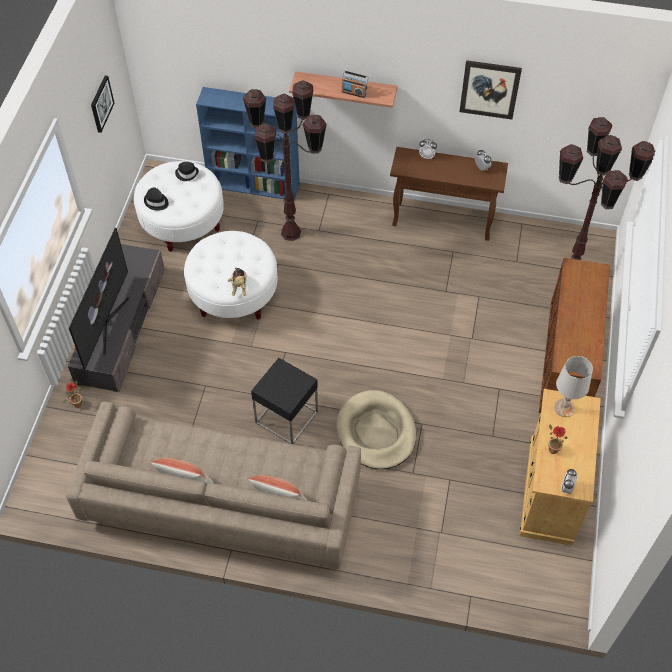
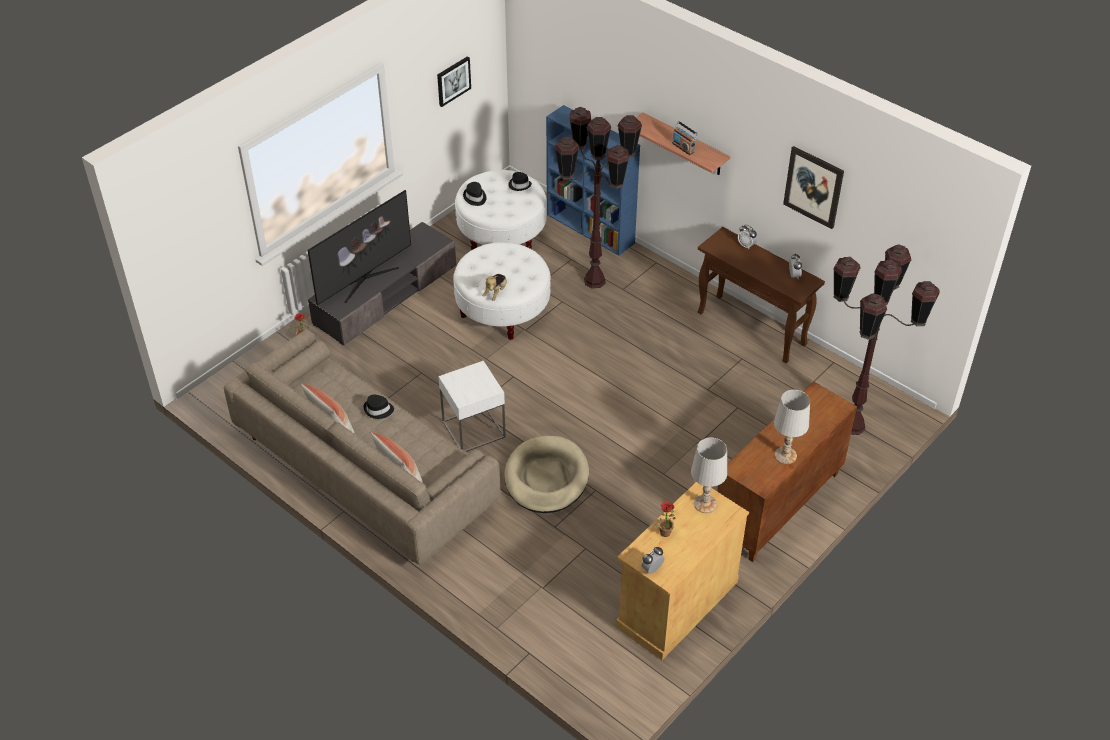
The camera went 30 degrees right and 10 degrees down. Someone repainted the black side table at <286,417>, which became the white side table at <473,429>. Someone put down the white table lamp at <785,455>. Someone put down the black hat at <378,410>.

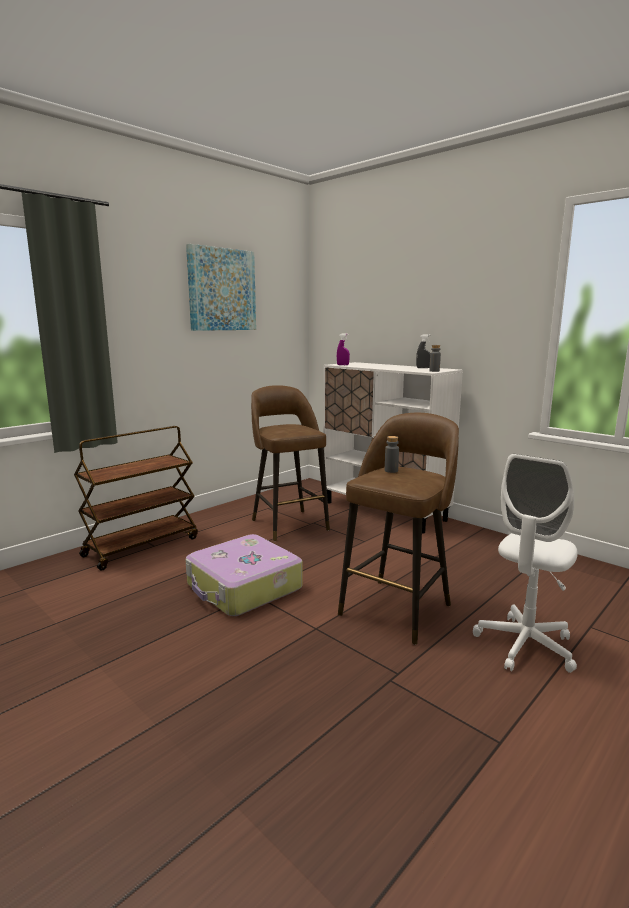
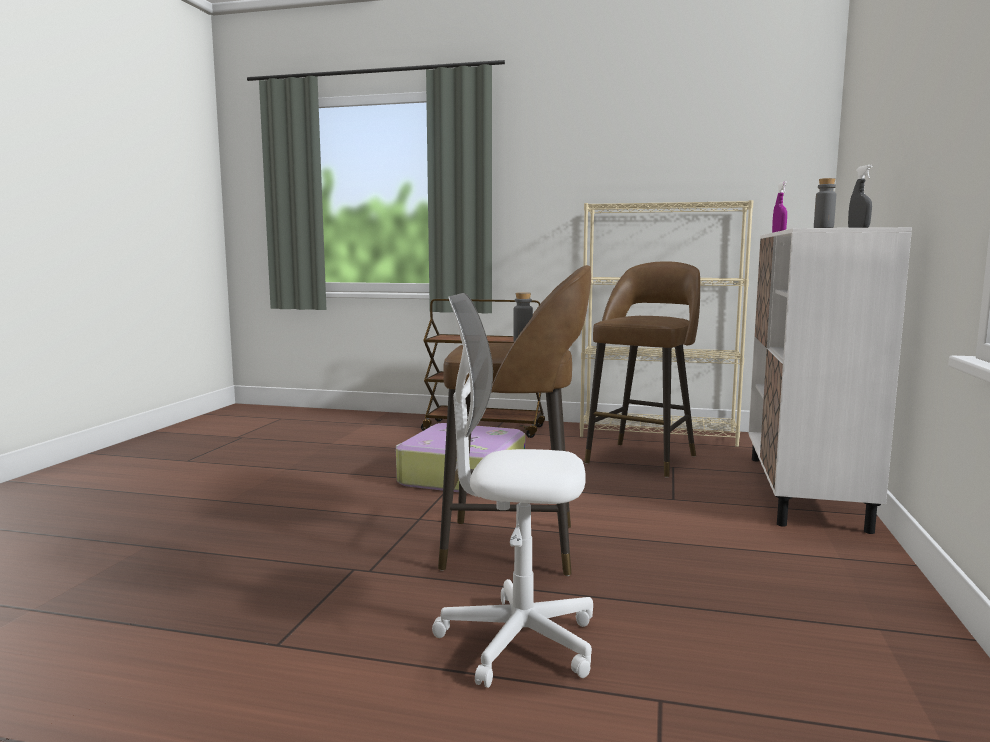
The camera went 60 degrees right and 5 degrees down. Someone took away the picture at <222,290>. Someone put down the beige bookcase at <658,434>.

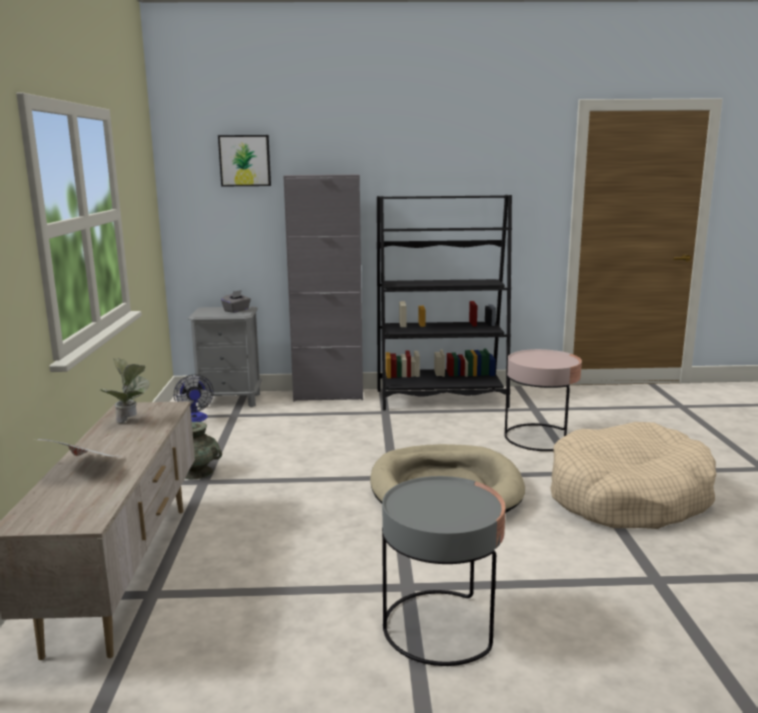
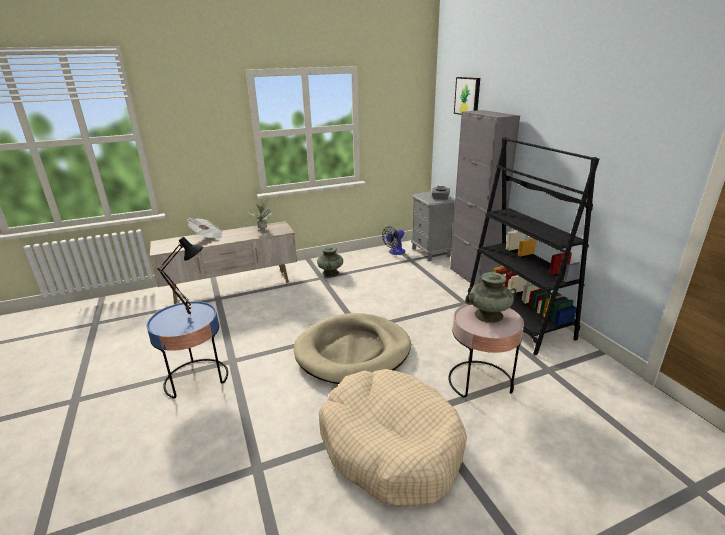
The camera went 70 degrees right and 10 degrees up. Someone repainted the grey side table at <440,626>, which became the blue side table at <196,378>. Someone put down the black table lamp at <191,314>. Someone put down the turquoise vase at <488,315>.

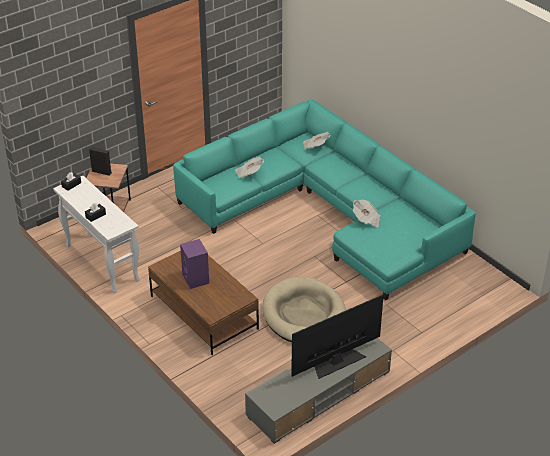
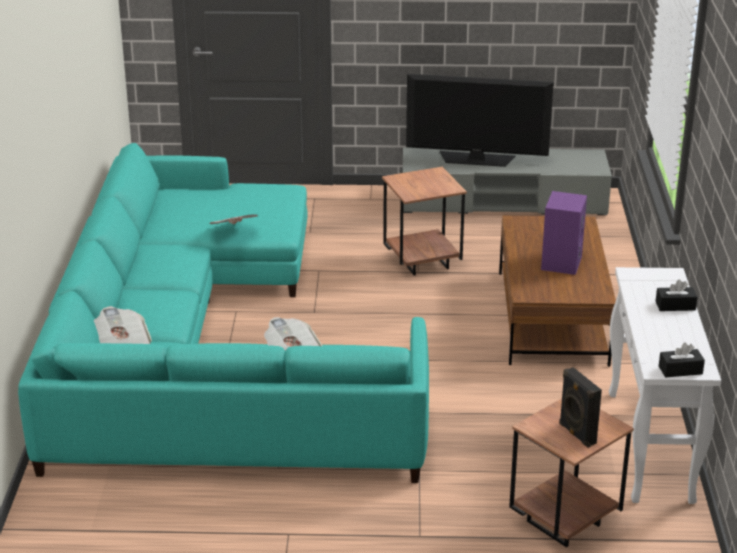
The camera went 140 degrees left and 10 degrees down. Someone swapped the beige dog bed at <304,315> for the brown side table at <422,262>.

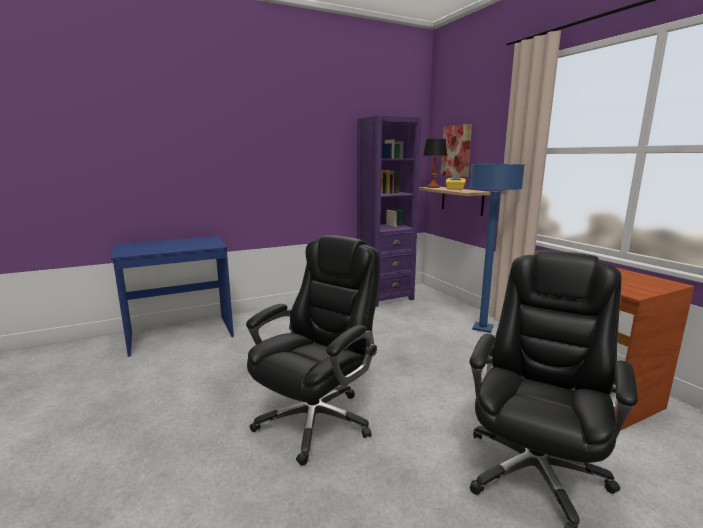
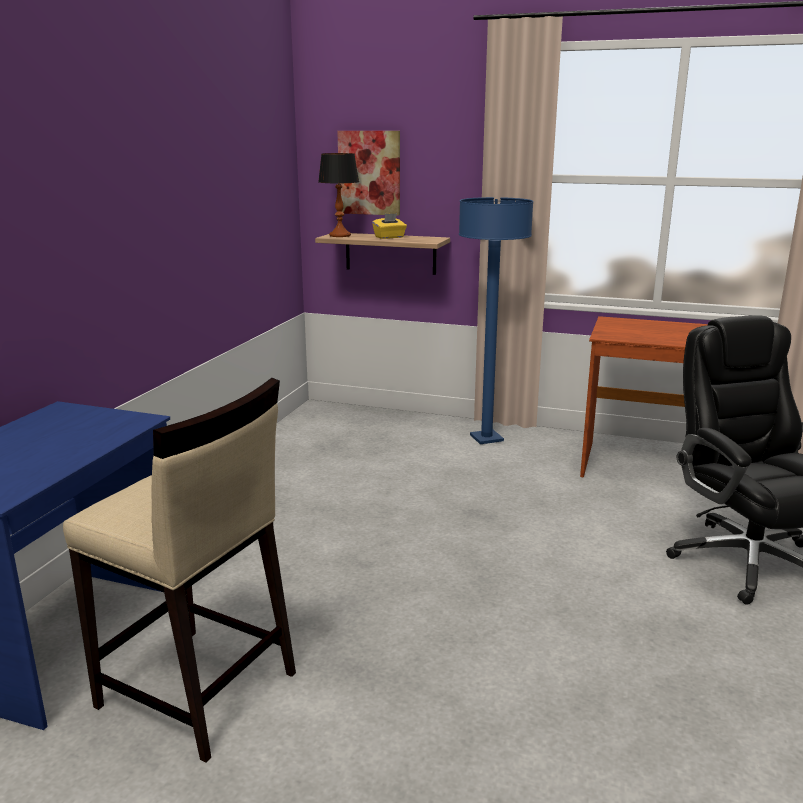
The camera went 45 degrees left and 5 degrees up. Someone took away the purple bookcase at <384,297>. Someone took away the black office chair at <316,419>. Someone put down the beige stool at <198,691>.

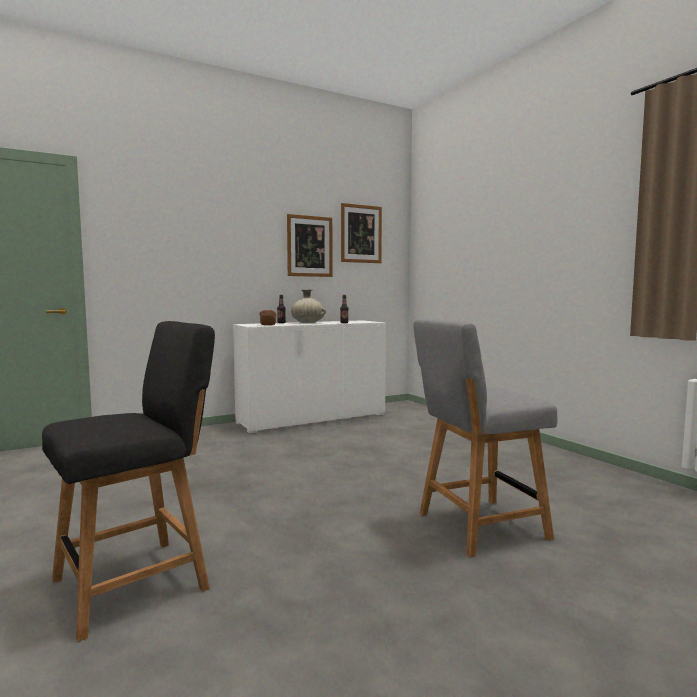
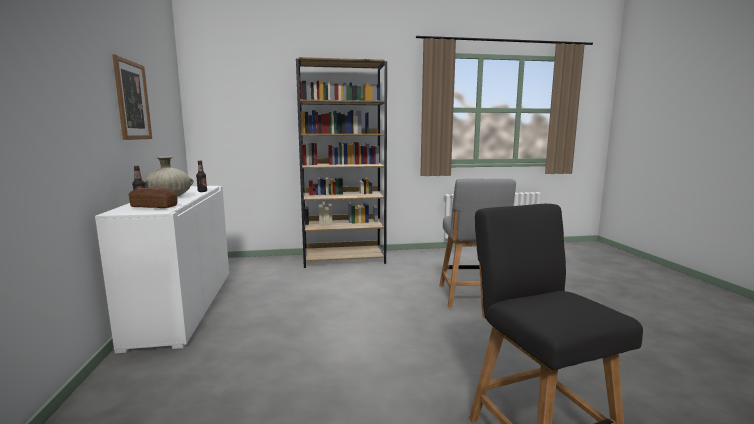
The camera went 70 degrees left and 5 degrees up. Someone took away the picture at <361,234>. Someone put down the brown bookcase at <344,259>.

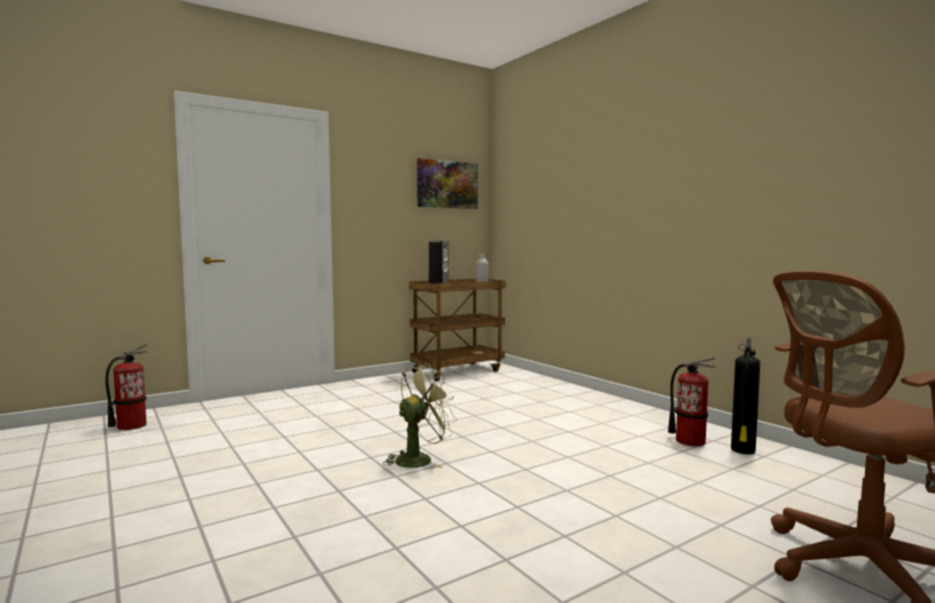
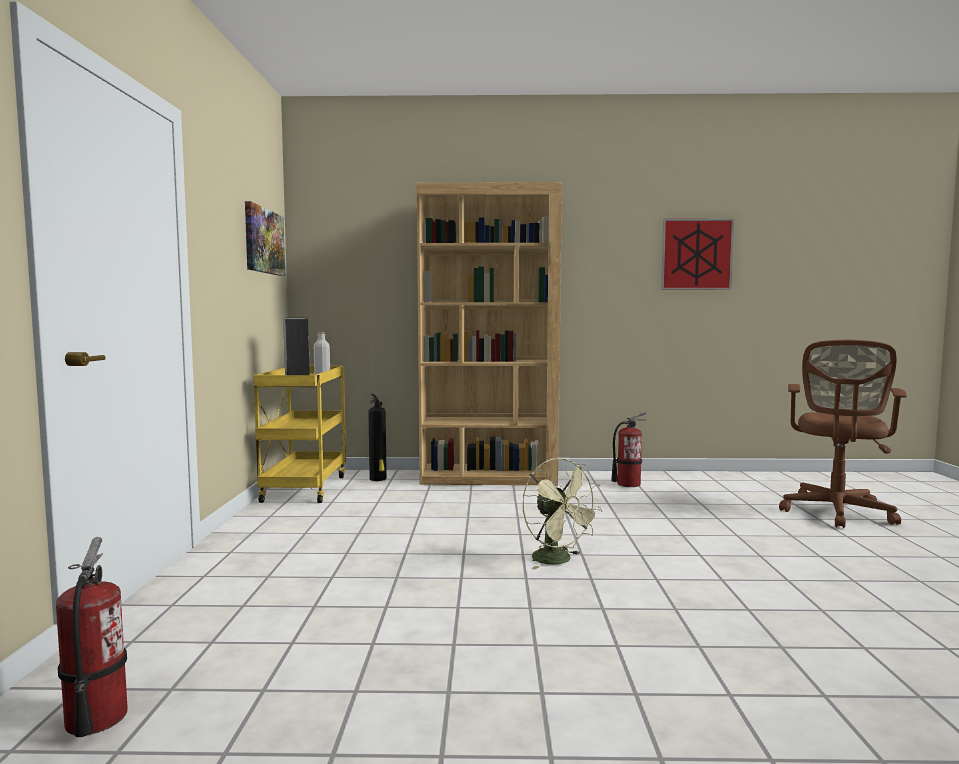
The camera went 55 degrees left and 0 degrees up. Someone repainted the brown cart at <457,371>, which became the yellow cart at <304,488>. Someone carried the fire extinguisher from <742,451> to <378,479>. Someone rotated the green fan at <420,459> by 150 degrees clockwise. Someone put down the brown bookcase at <489,478>. Someone put up the picture at <696,254>.

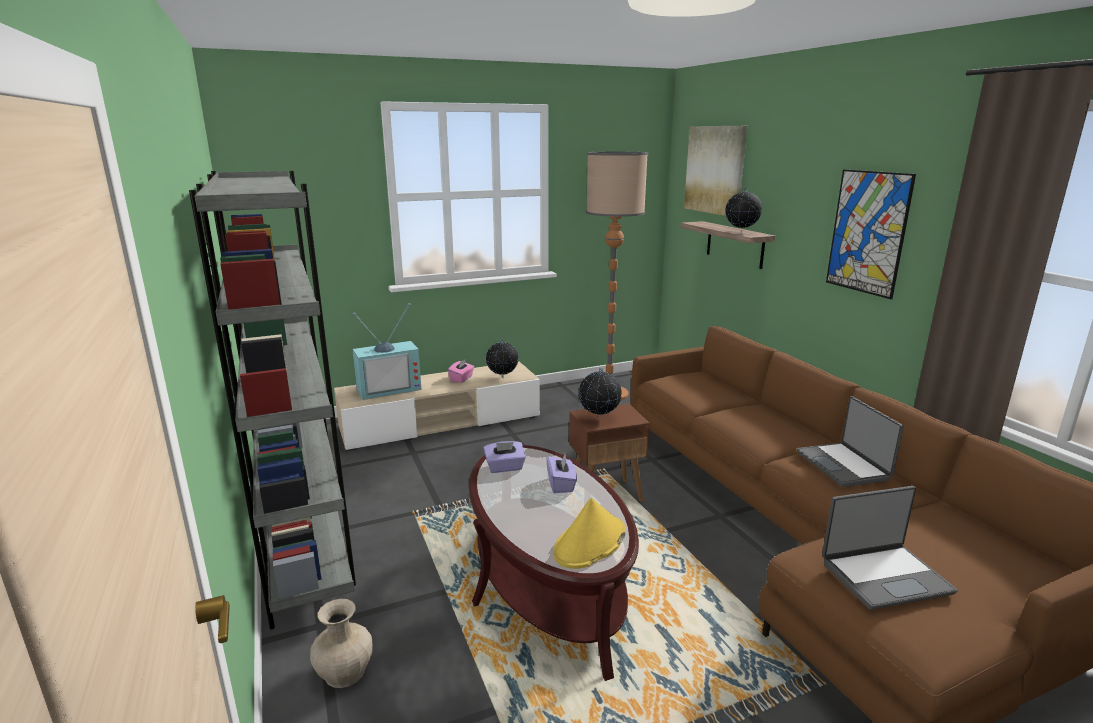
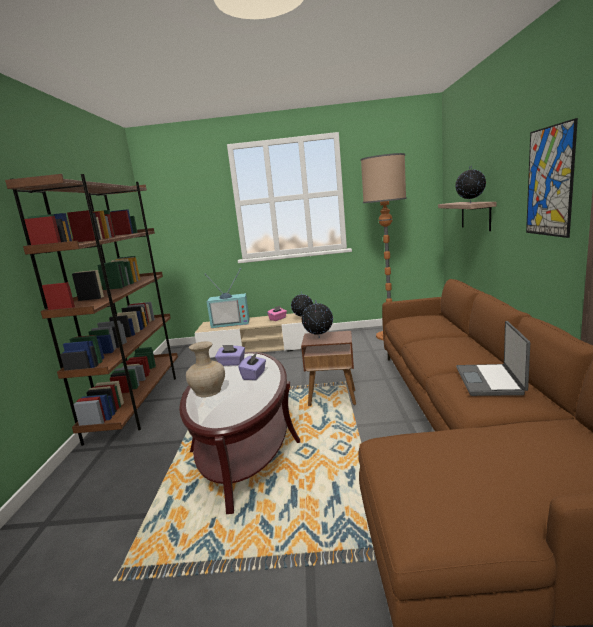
The camera went 25 degrees right and 5 degrees down. Someone took away the picture at <715,170>. Someone repainted the grey bookcase at <305,539>, which became the brown bookcase at <138,403>. Someone took away the laptop at <884,576>. Someone took away the yellow hat at <590,543>. Someone carried the beige vase from <345,671> to <208,391>.

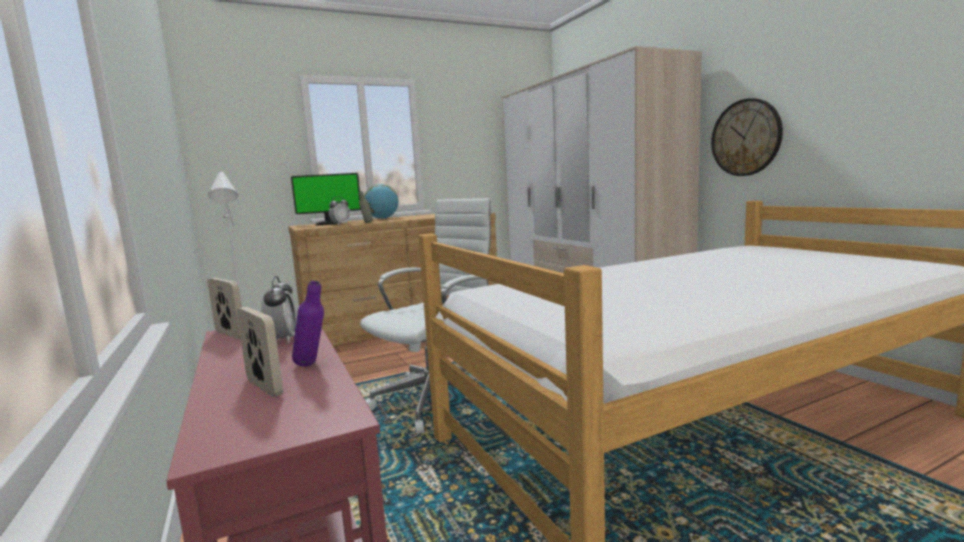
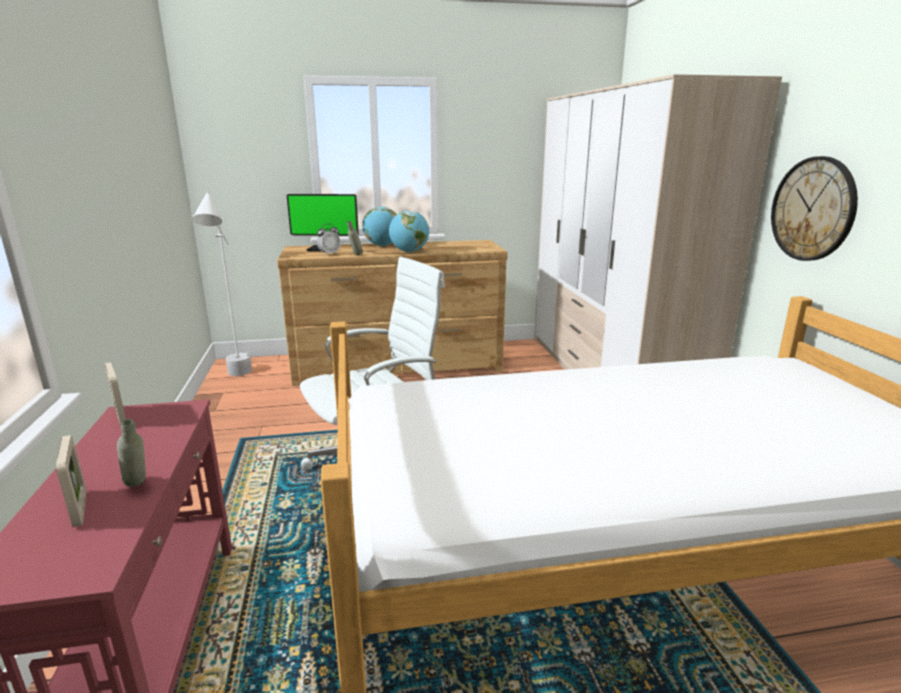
The camera went 15 degrees right and 10 degrees up. Someone took away the alarm clock at <283,340>. Someone repainted the purple bottle at <312,365>, which became the grey bottle at <138,487>. Someone put down the globe at <409,252>.

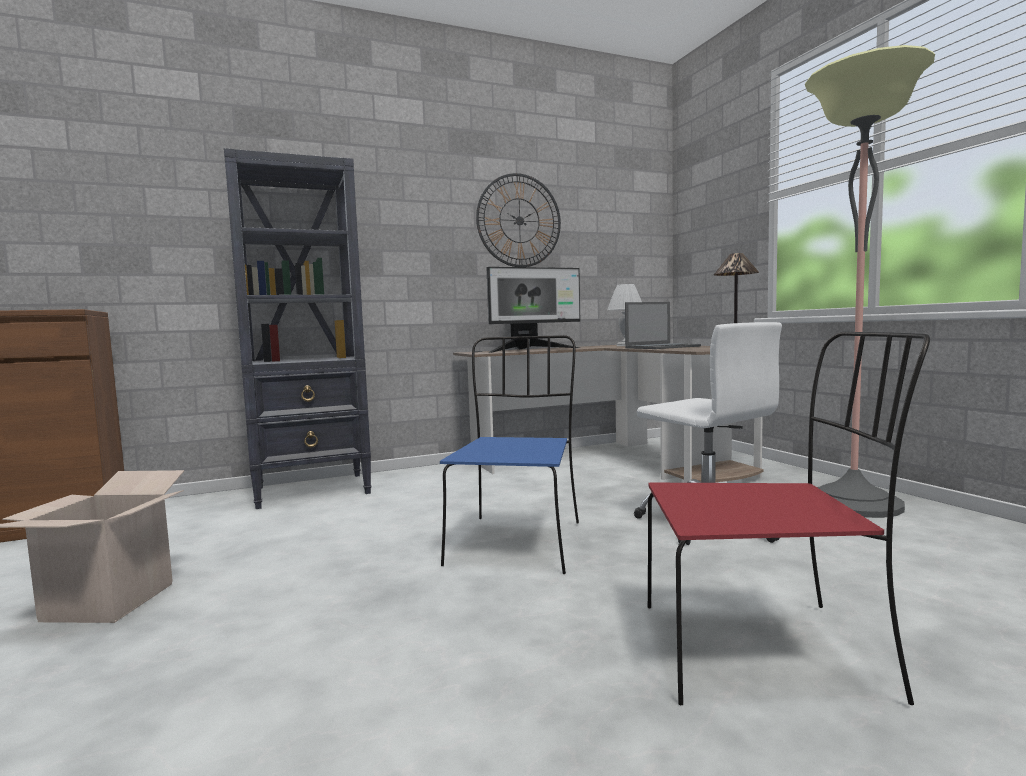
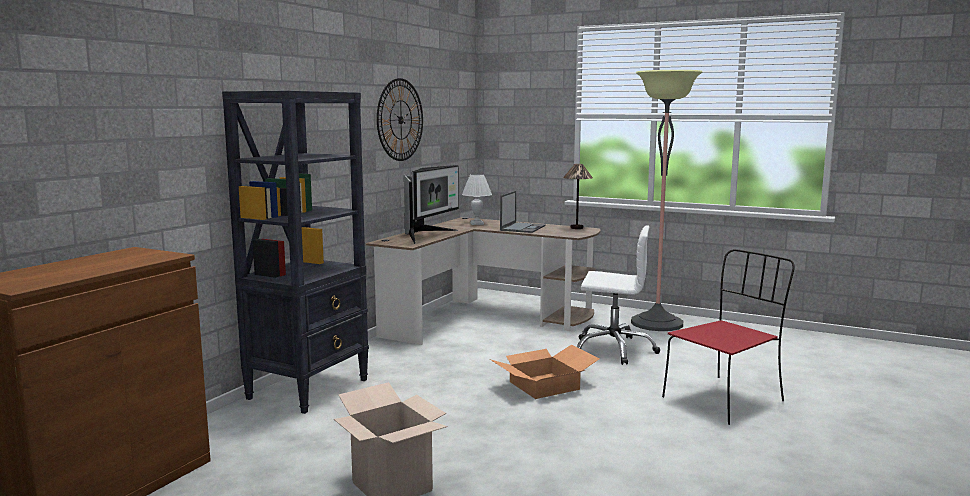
The camera went 40 degrees left and 5 degrees up. Someone swapped the blue chair at <517,542> for the cardboard box at <544,385>.

